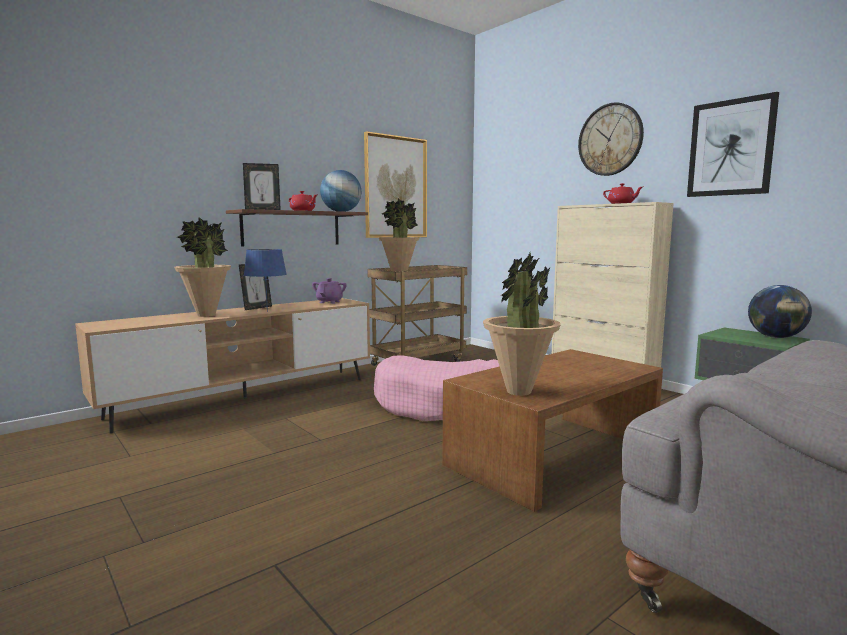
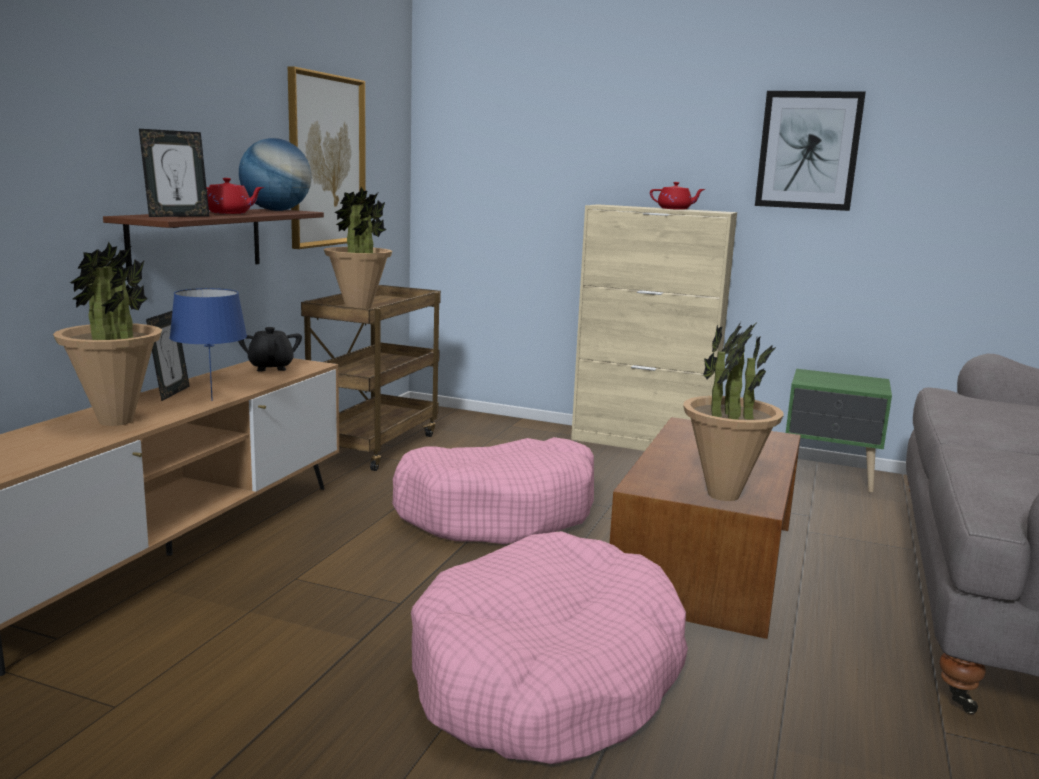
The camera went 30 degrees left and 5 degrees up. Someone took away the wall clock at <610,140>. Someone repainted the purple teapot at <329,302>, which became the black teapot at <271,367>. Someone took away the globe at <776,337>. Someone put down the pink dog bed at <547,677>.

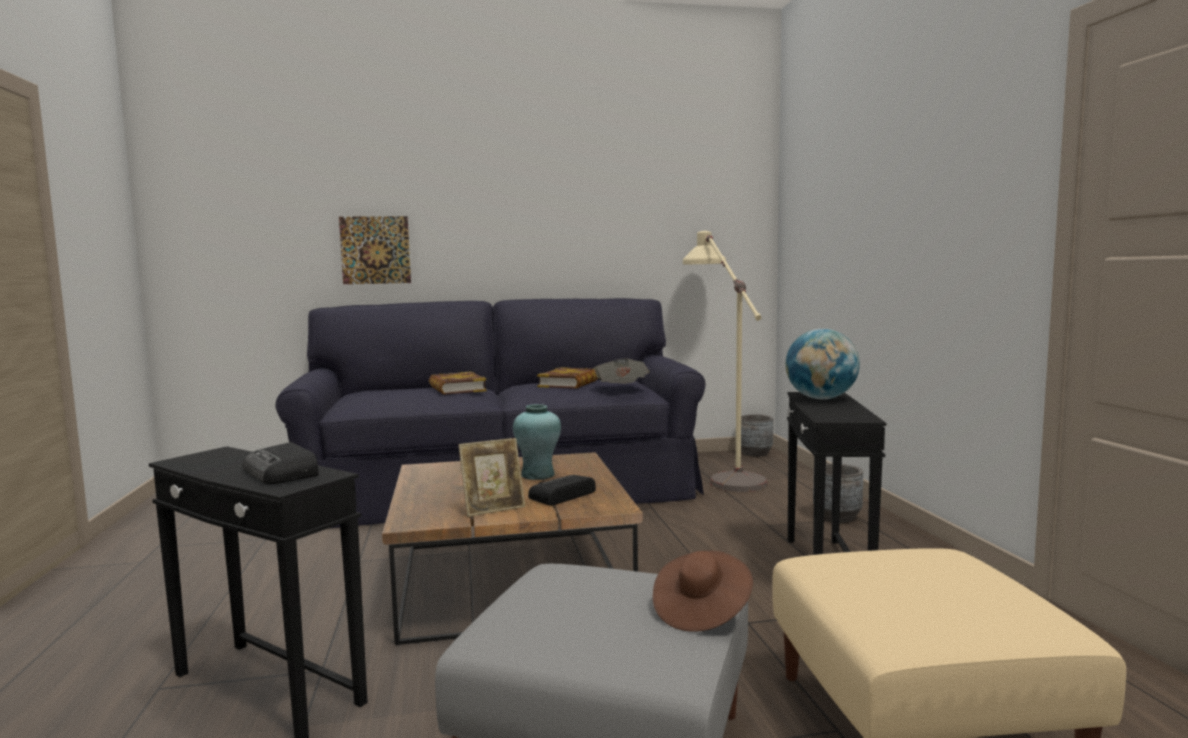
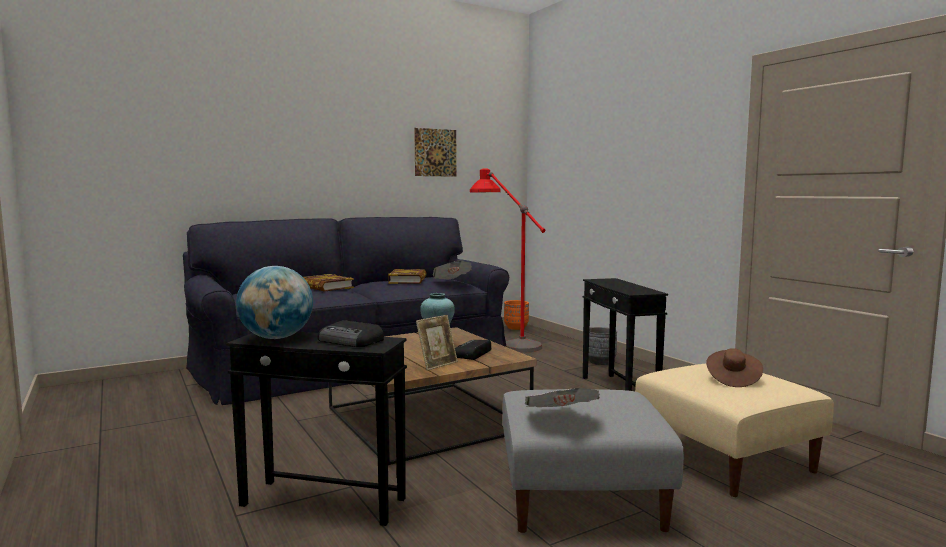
The camera went 20 degrees left and 0 degrees up. Someone carried the picture from <375,250> to <435,152>. Someone repainted the beige floor lamp at <723,472>, which became the red floor lamp at <506,341>. Someone carried the globe from <821,399> to <276,338>. Someone repainted the grey planter at <755,453>, which became the orange planter at <516,327>. Someone carried the brown hat from <701,611> to <732,380>. Someone put down the newspaper at <560,419>.

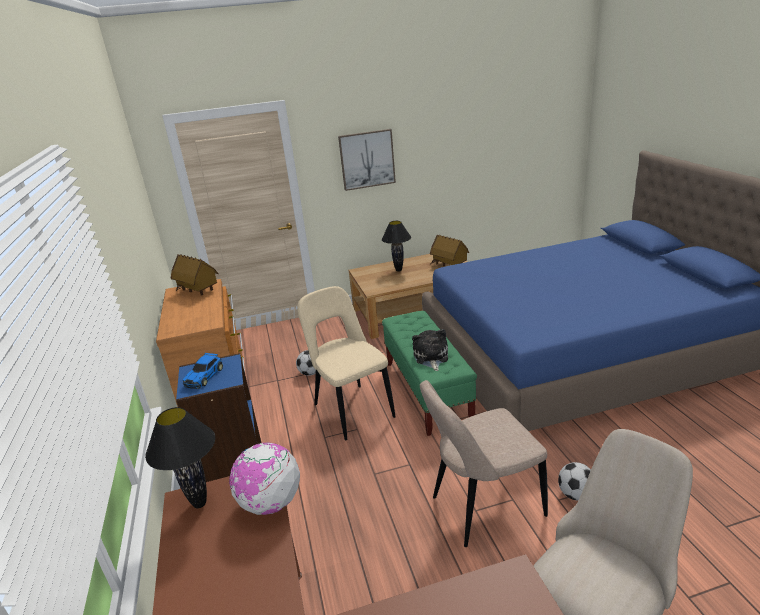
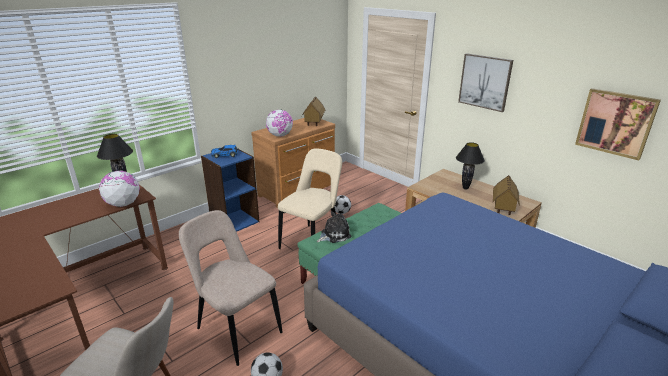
The camera went 60 degrees right and 0 degrees up. Someone put up the picture at <615,123>. Someone put down the globe at <280,135>.

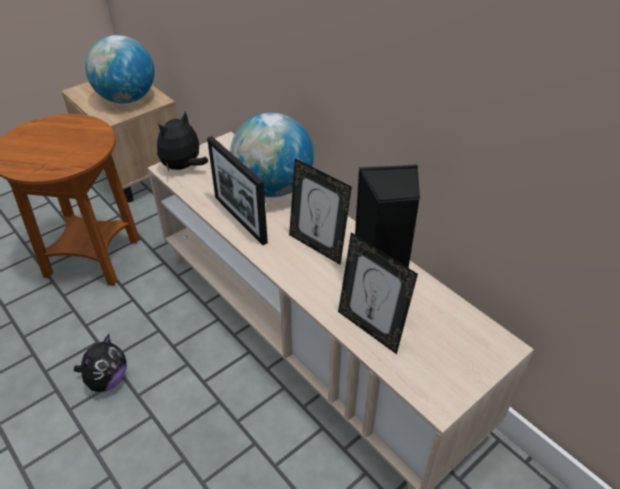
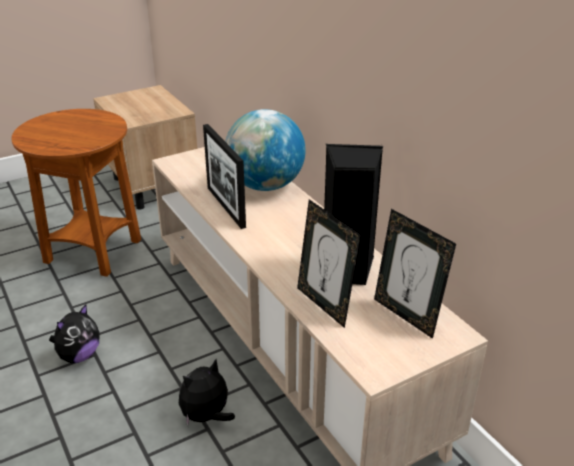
The camera went 10 degrees right and 10 degrees down. Someone took away the globe at <127,99>. Someone carried the plush toy from <183,167> to <206,416>. Someone carried the picture frame from <317,246> to <406,315>.

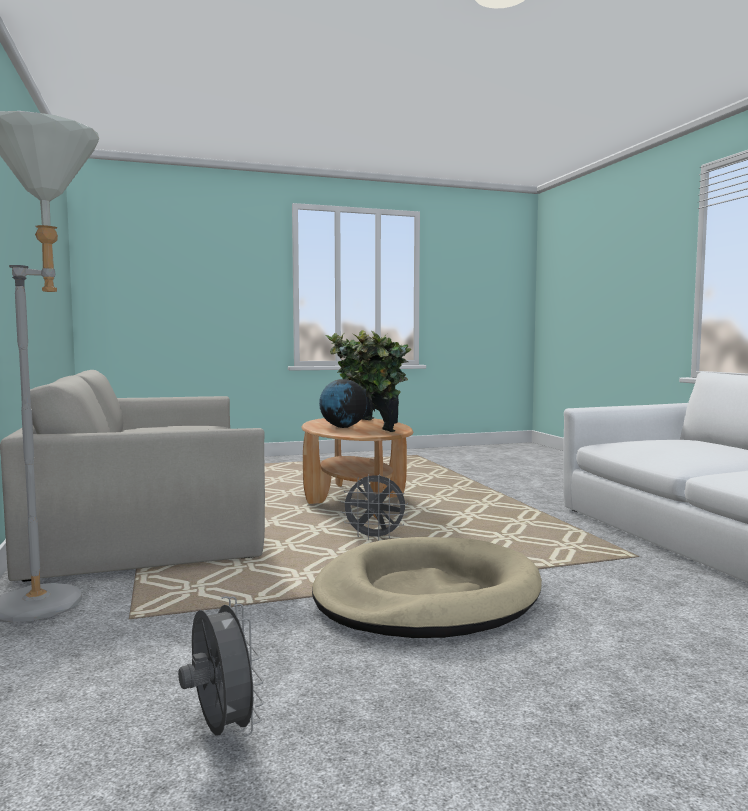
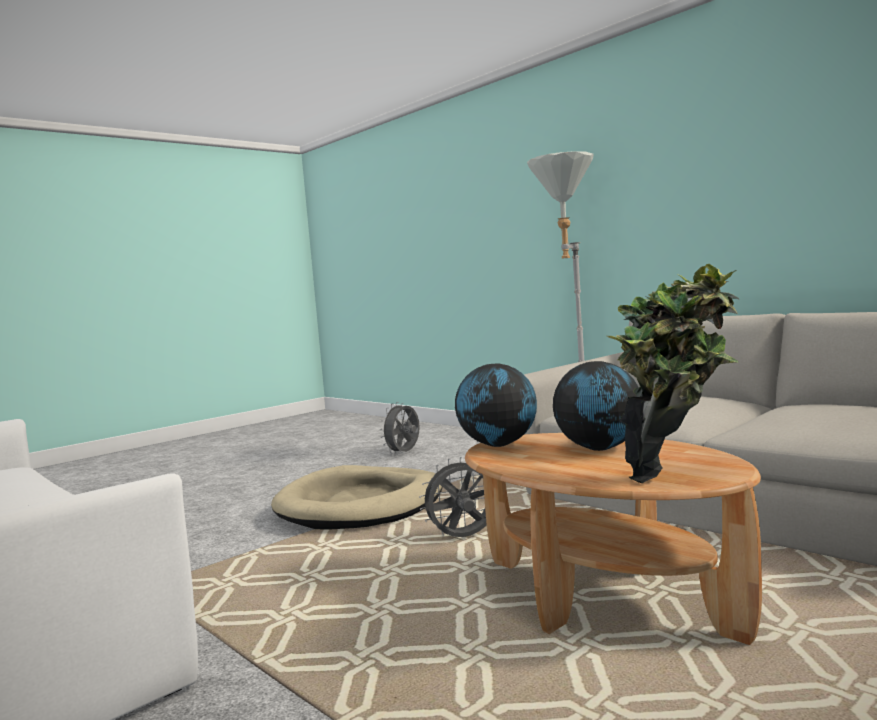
The camera went 155 degrees right and 0 degrees up. Someone swapped the potted plant at <380,434> for the globe at <499,444>. Someone rotated the grey fan at <221,731> by 90 degrees clockwise.

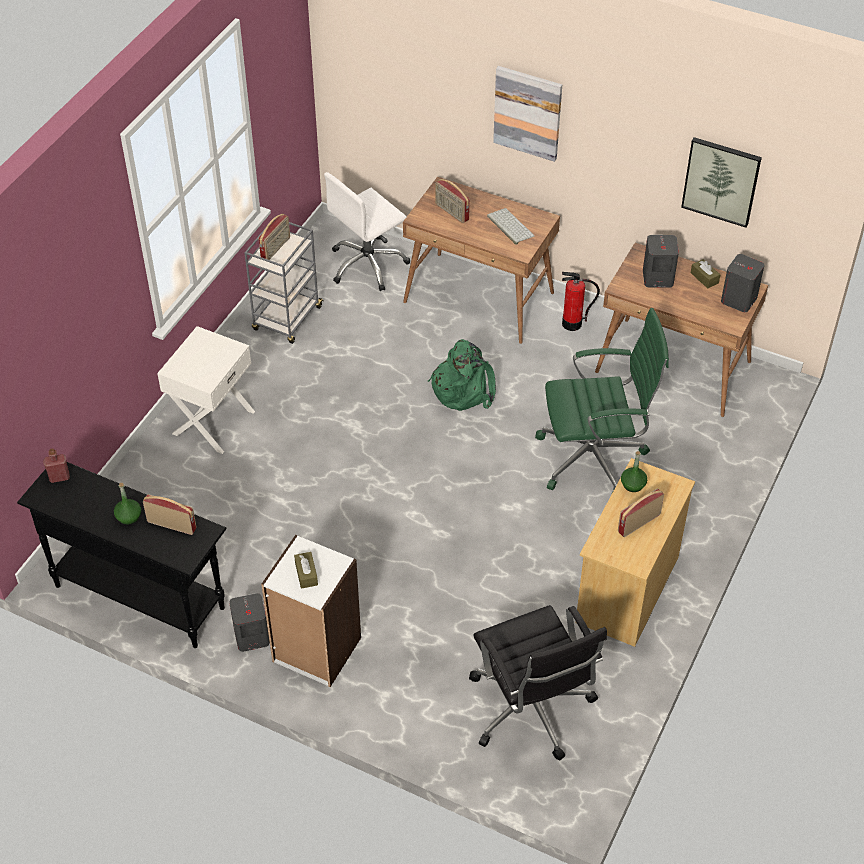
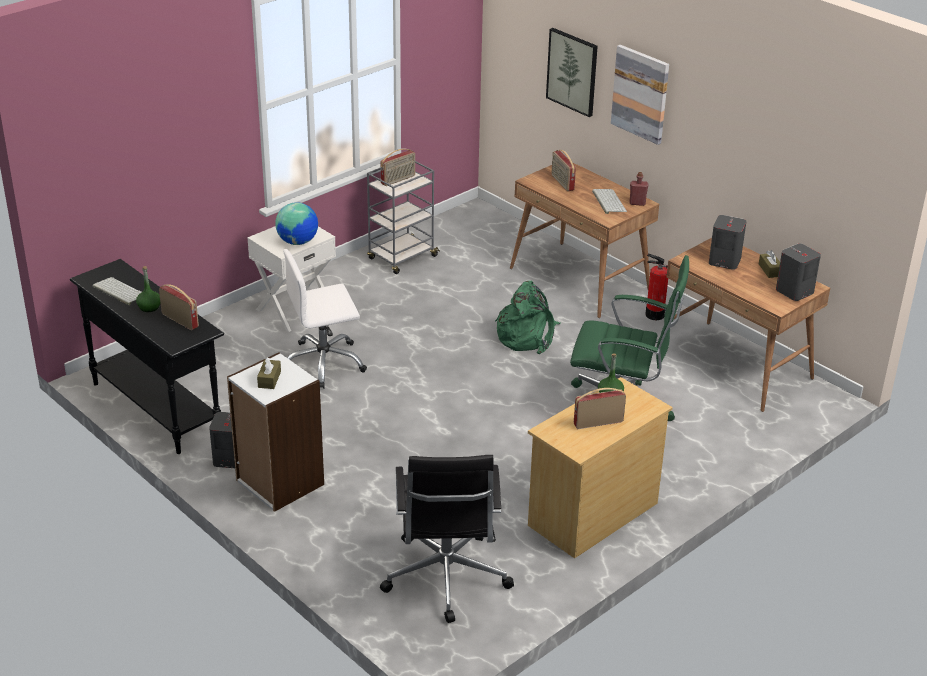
The camera went 20 degrees right and 15 degrees down. Someone carried the picture from <721,181> to <572,71>. Someone carried the white office chair from <368,265> to <323,363>. Someone carried the red bottle from <59,477> to <637,203>. Someone put down the globe at <298,242>. Someone put down the keyboard at <118,291>.

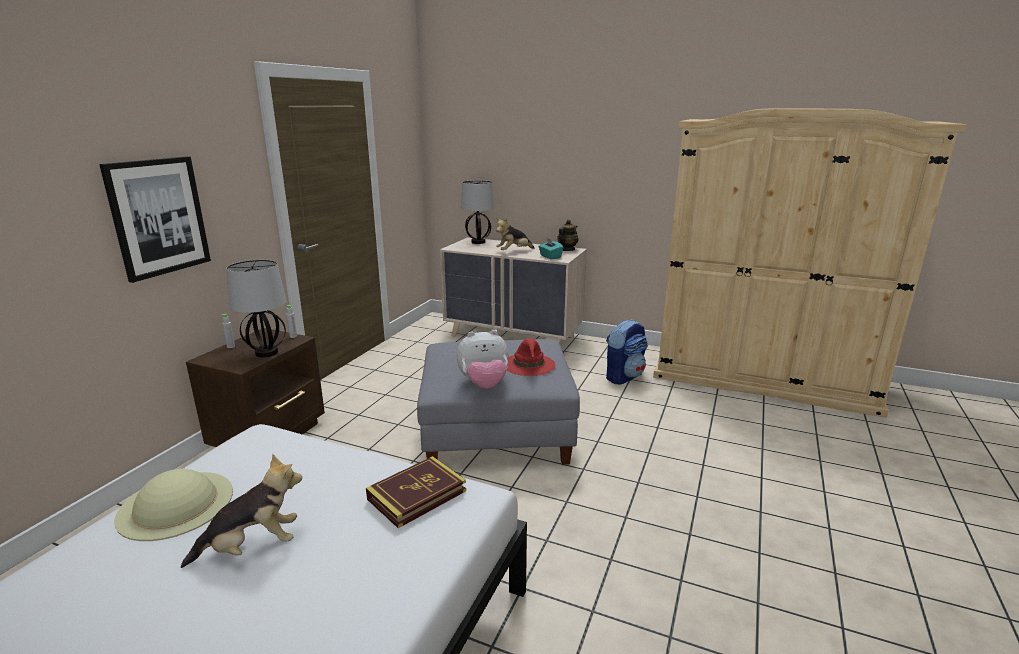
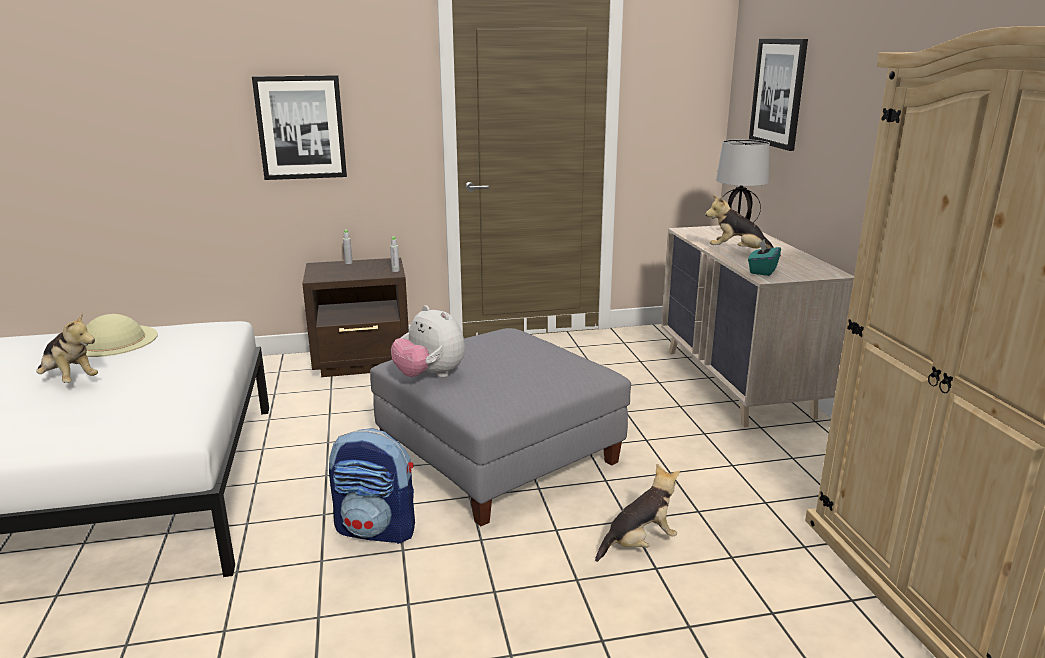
The camera went 55 degrees right and 0 degrees up. Someone took away the teapot at <567,250>. Someone took away the table lamp at <266,353>. Someone carried the backpack from <624,376> to <377,529>. Someone took away the red hat at <529,365>. Someone took away the book at <417,495>. Someone put up the picture at <778,93>. Someone put down the plush toy at <639,543>.

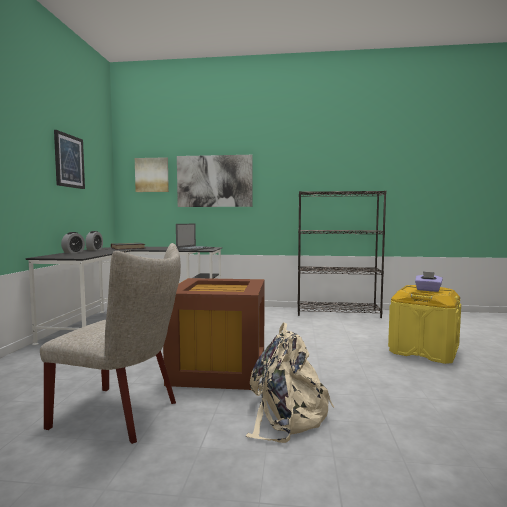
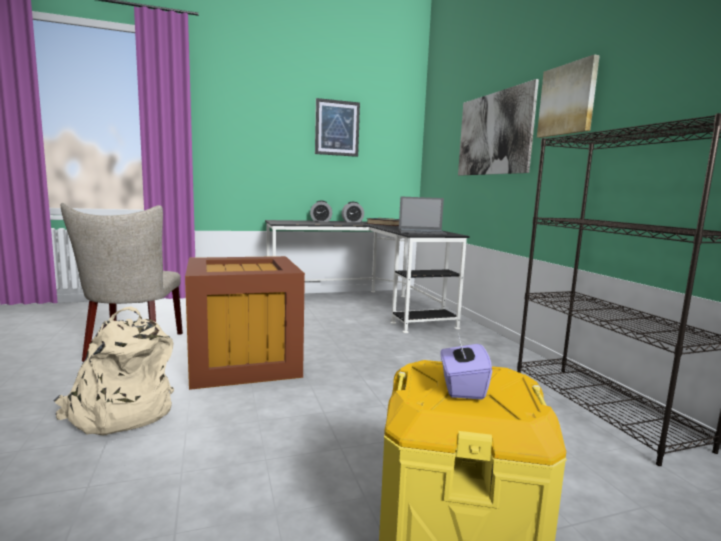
The camera went 65 degrees right and 5 degrees up. Someone carried the picture from <152,175> to <568,99>.

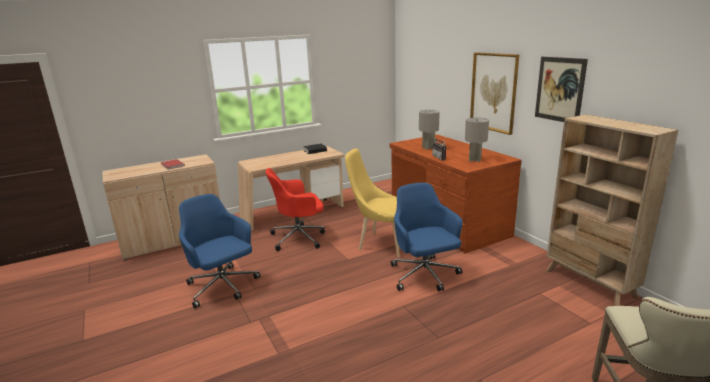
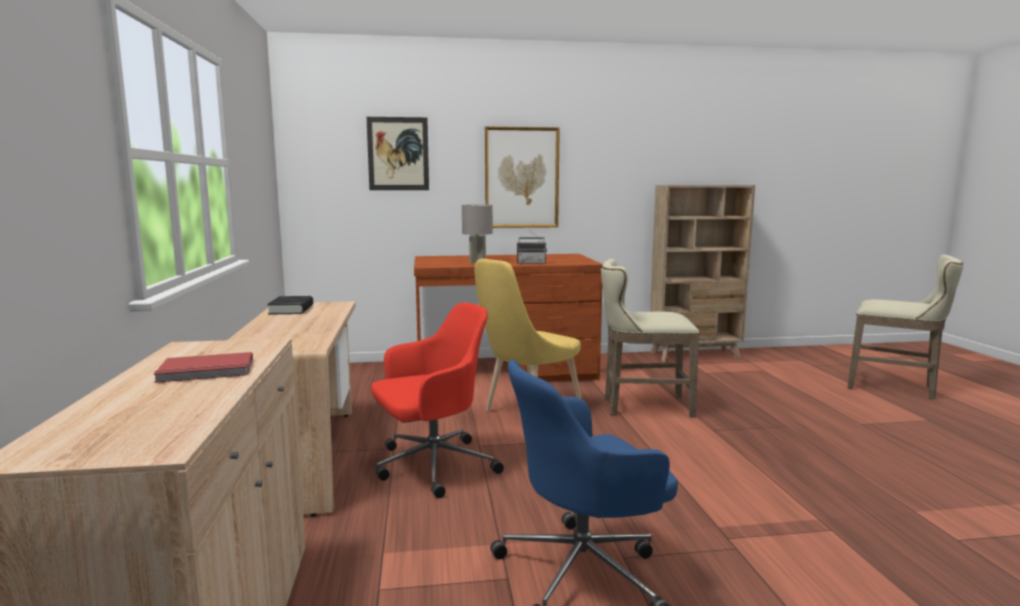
The camera went 70 degrees left and 10 degrees down. Someone carried the picture from <559,89> to <398,154>. Someone took away the grey table lamp at <474,160>. Someone rotated the red office chair at <299,237> by 120 degrees counterclockwise. Someone swapped the blue office chair at <424,275> for the beige stool at <642,407>.

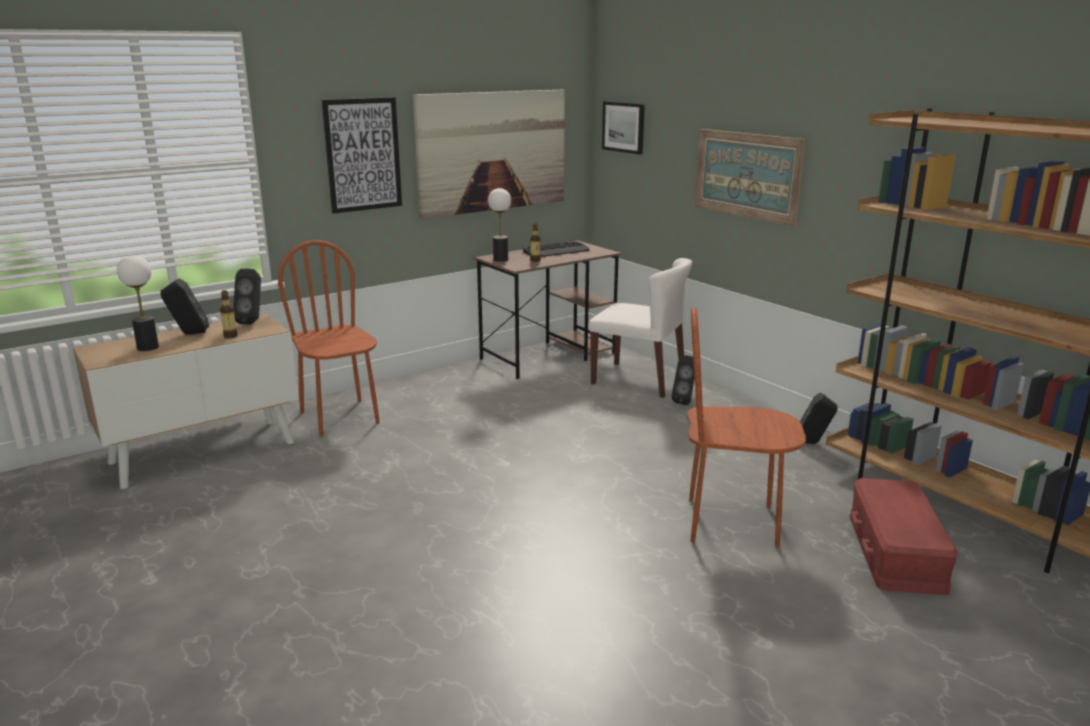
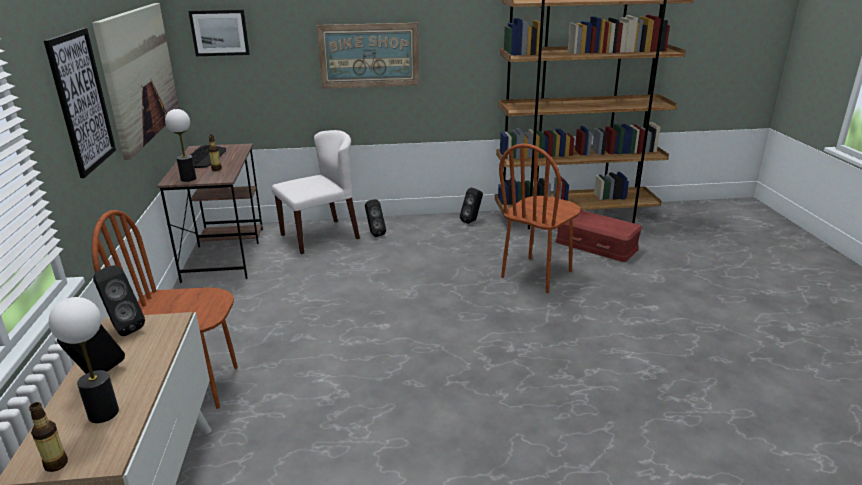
The camera went 60 degrees left and 5 degrees up. Someone carried the bottle from <230,336> to <56,464>.

